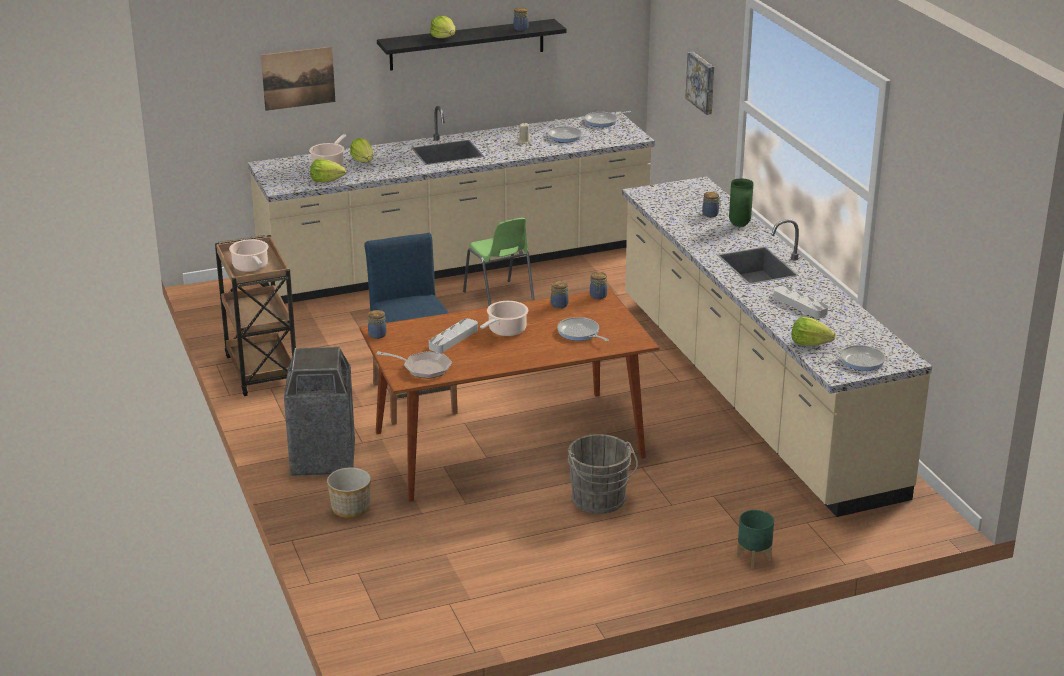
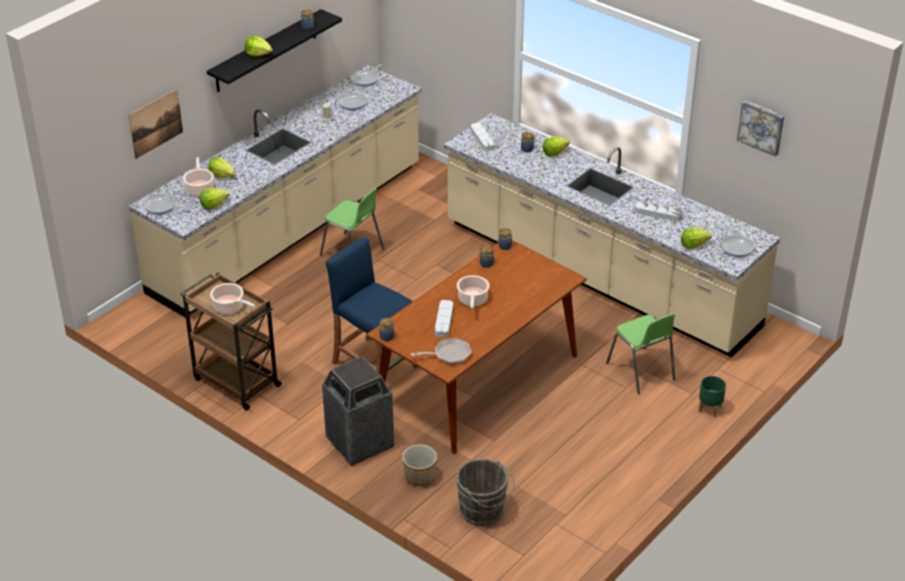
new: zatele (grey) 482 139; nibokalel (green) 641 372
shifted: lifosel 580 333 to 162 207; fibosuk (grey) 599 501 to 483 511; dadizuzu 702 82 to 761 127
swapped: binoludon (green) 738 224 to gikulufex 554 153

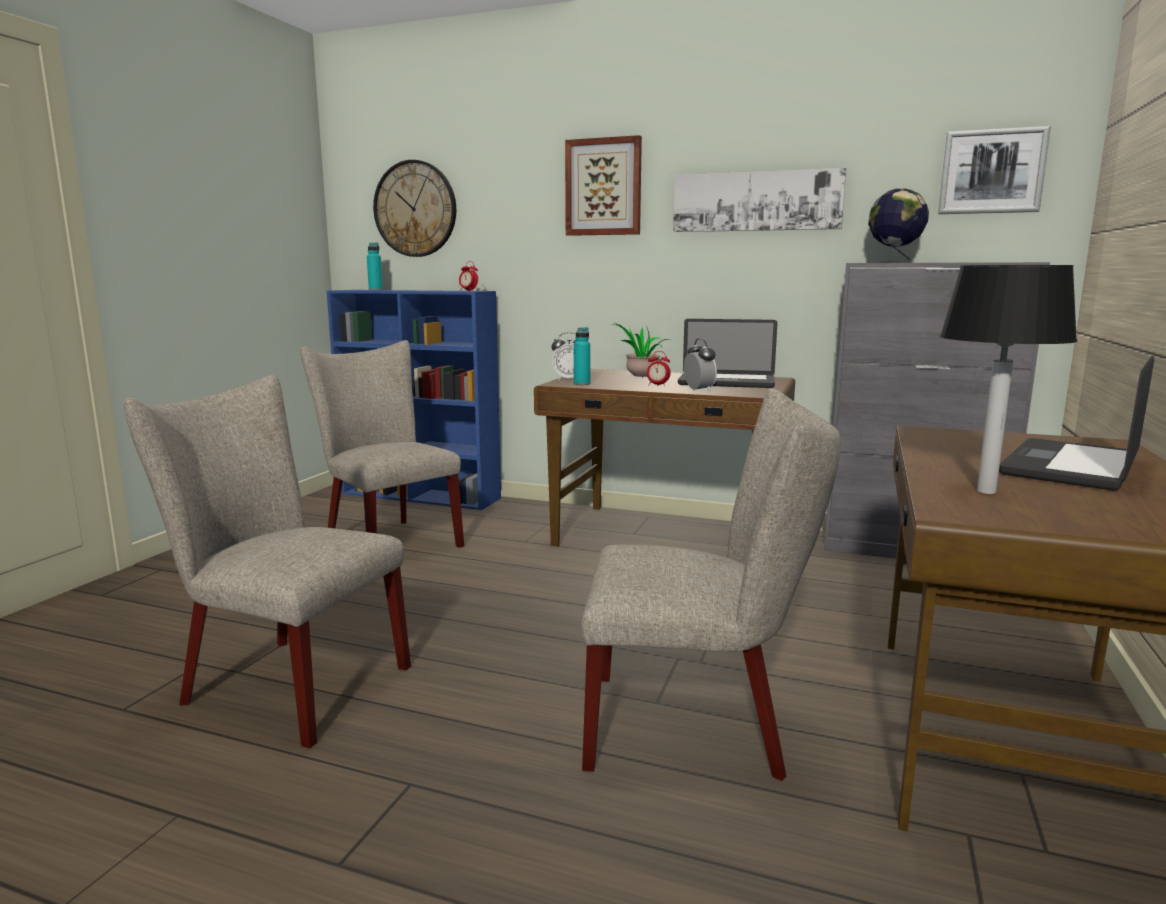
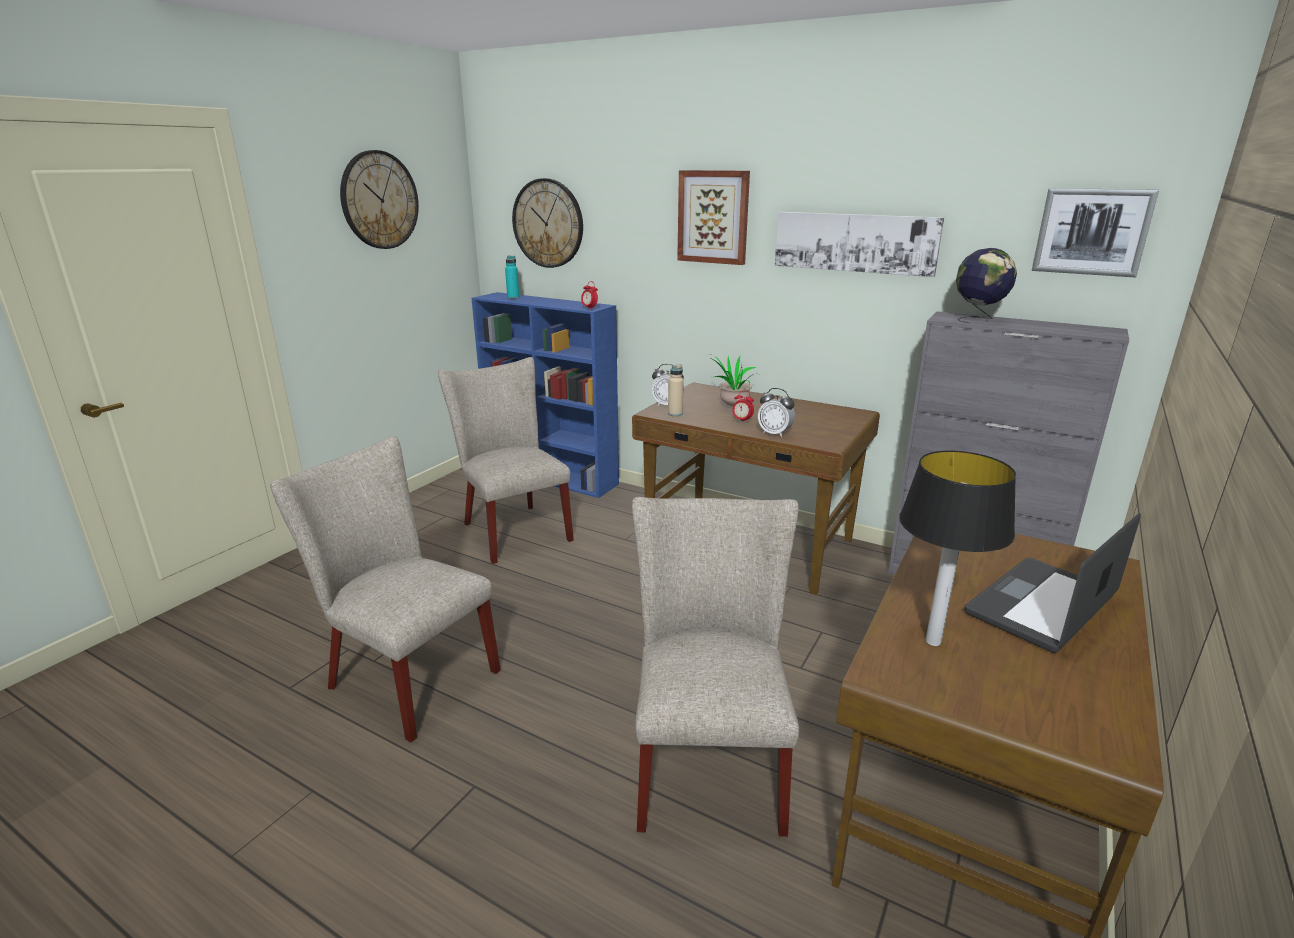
gone: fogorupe 726 382
new: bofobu 379 200
repainted: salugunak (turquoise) 582 384 to salugunak (beige) 675 414
rotated: nibokalel (beige) 698 726 = 707 760 105 degrees counterclockwise; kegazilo 699 390 = 775 433 135 degrees clockwise

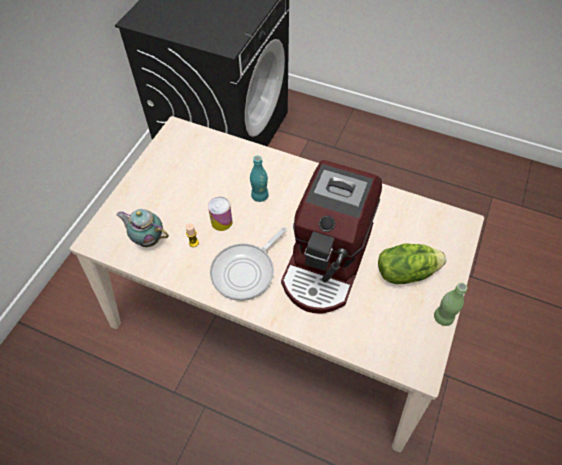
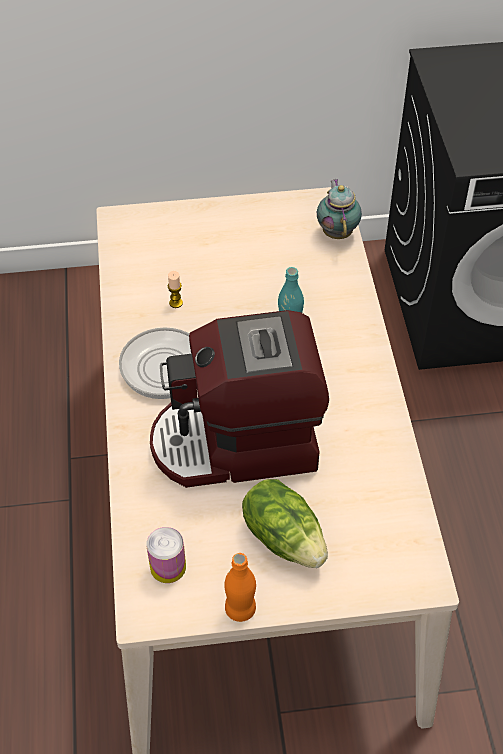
shifted: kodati 148 239 to 337 232; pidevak 221 222 to 168 567
repainted: salugunak (green) 443 317 to salugunak (orange) 240 609

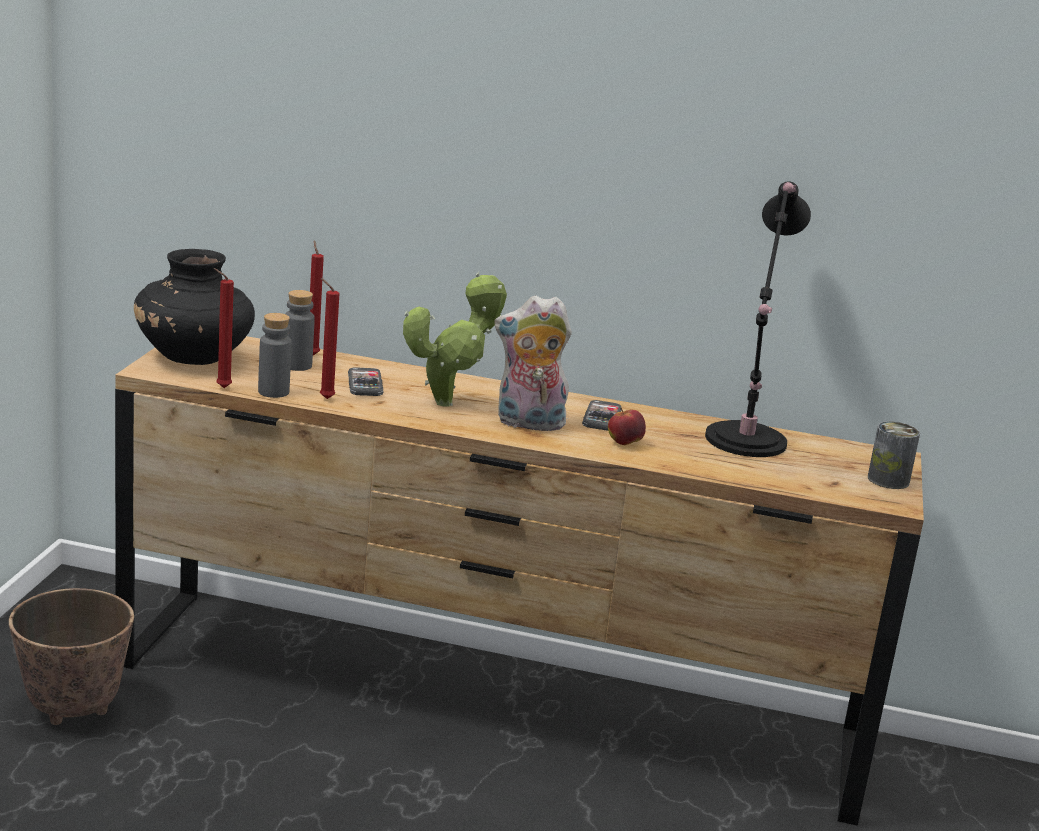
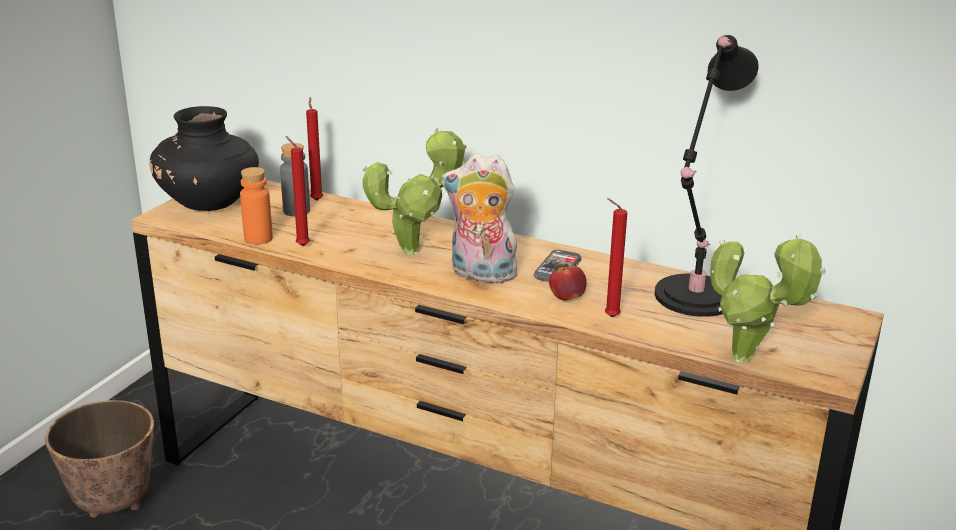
gone: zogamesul 365 384; pidevak 888 480
new: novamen 747 360
shifted: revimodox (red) 221 388 to 609 317
repainted: salugunak (grey) 273 392 to salugunak (orange) 258 238

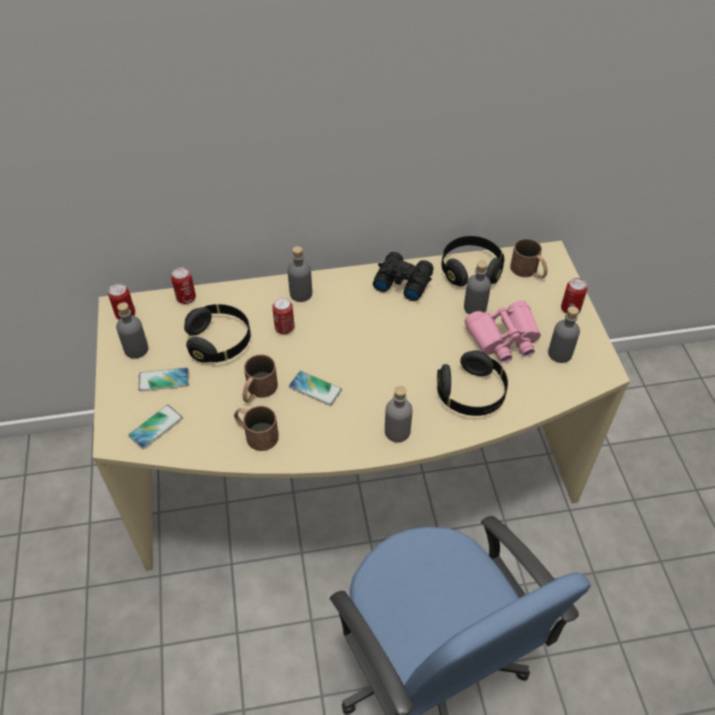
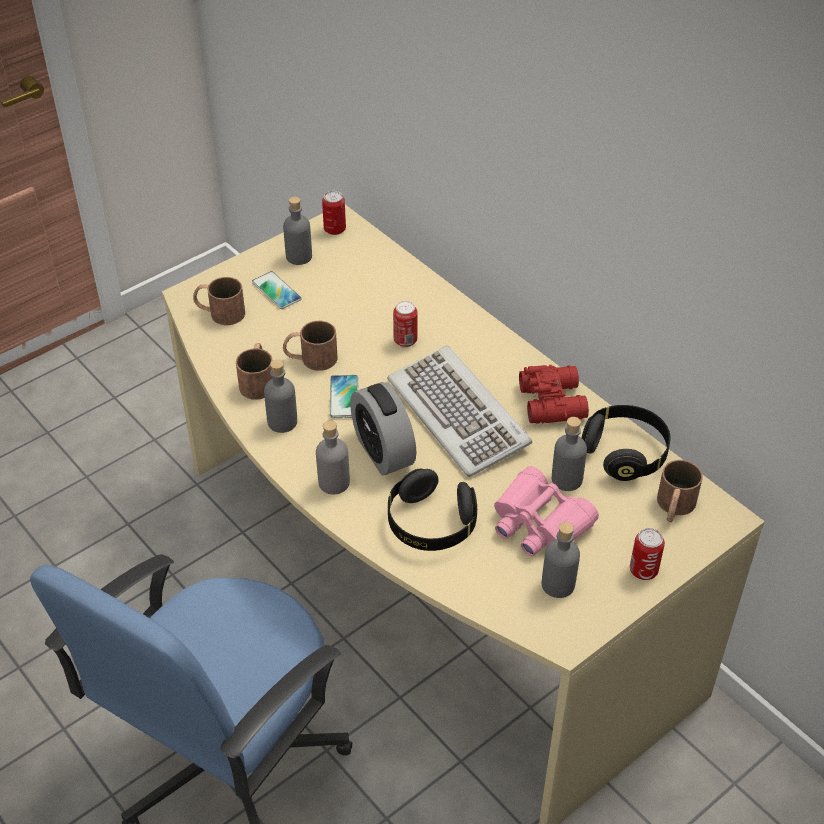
gone: pidevak 186 298; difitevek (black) 219 342
new: kegazilo 383 452; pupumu 459 414
shifted: salugunak (grey) 301 294 to 282 422
swapped: zogamesul 156 427 to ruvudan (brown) 219 312
repainted: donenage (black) 402 281 to donenage (red) 553 401

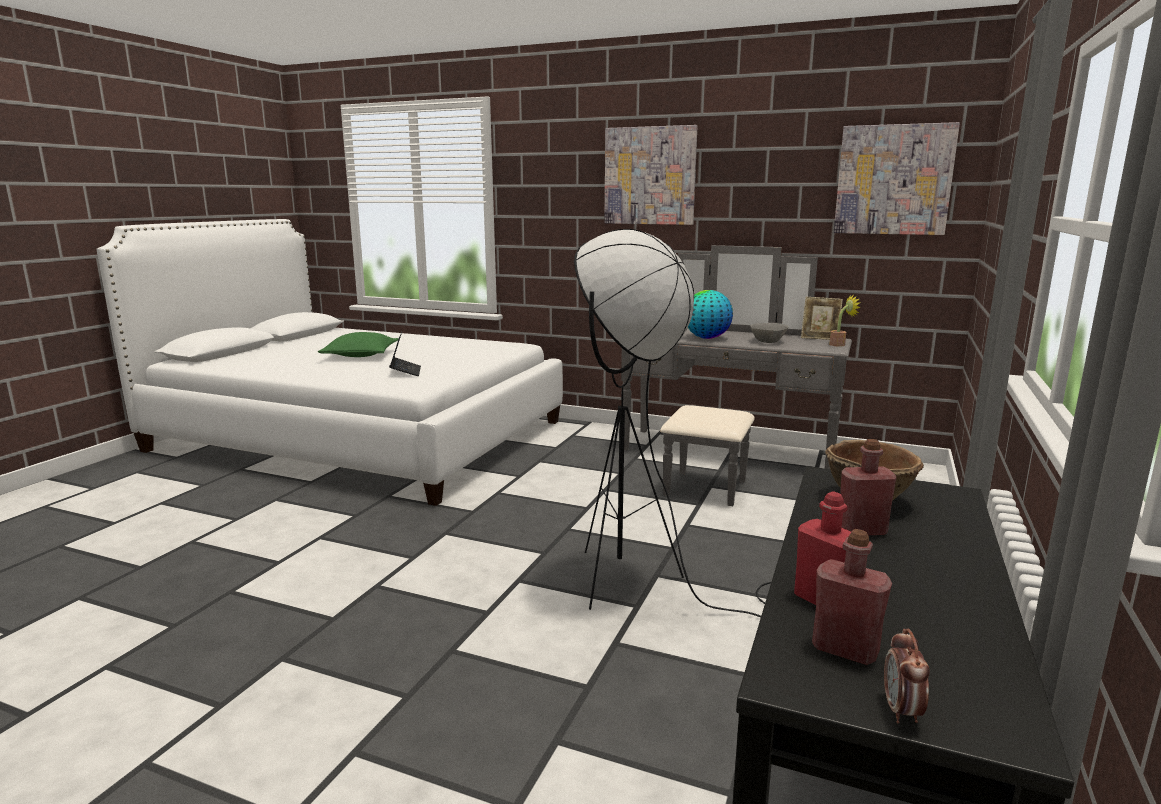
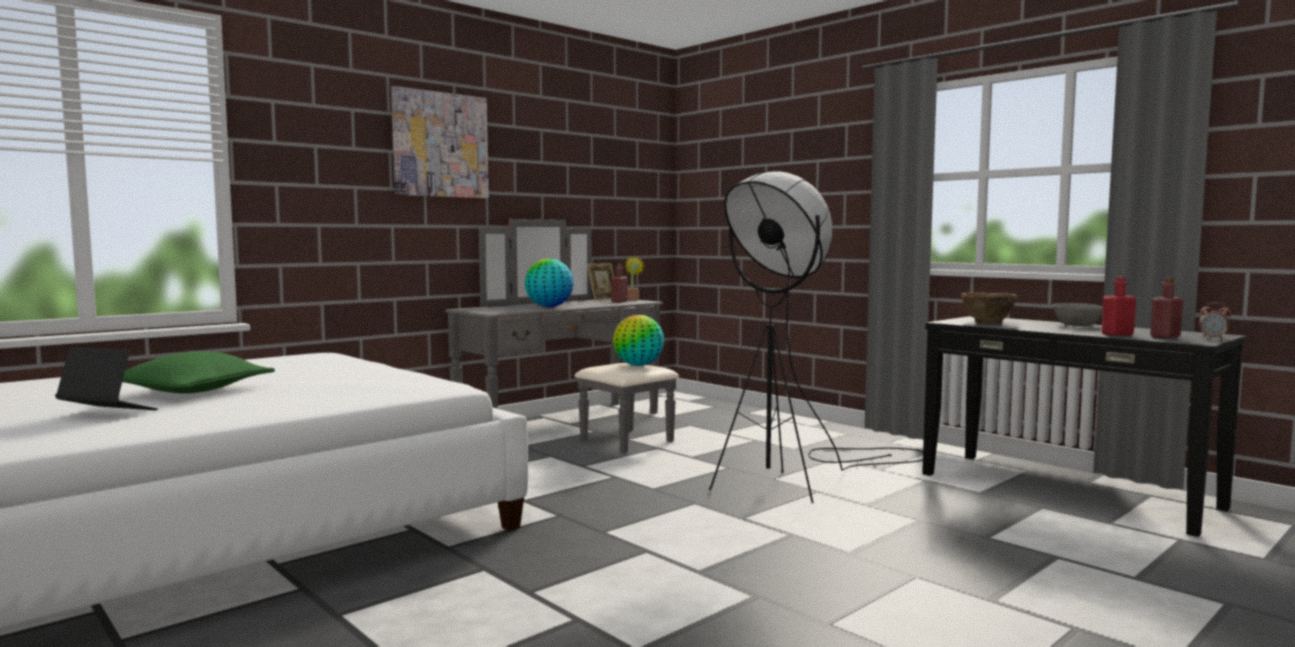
gone: dadizuzu 893 180
new: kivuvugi 638 365
shifted: fogorupe 405 371 to 107 412; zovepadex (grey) 767 341 to 1077 325; salugunak (red) 862 530 to 619 302

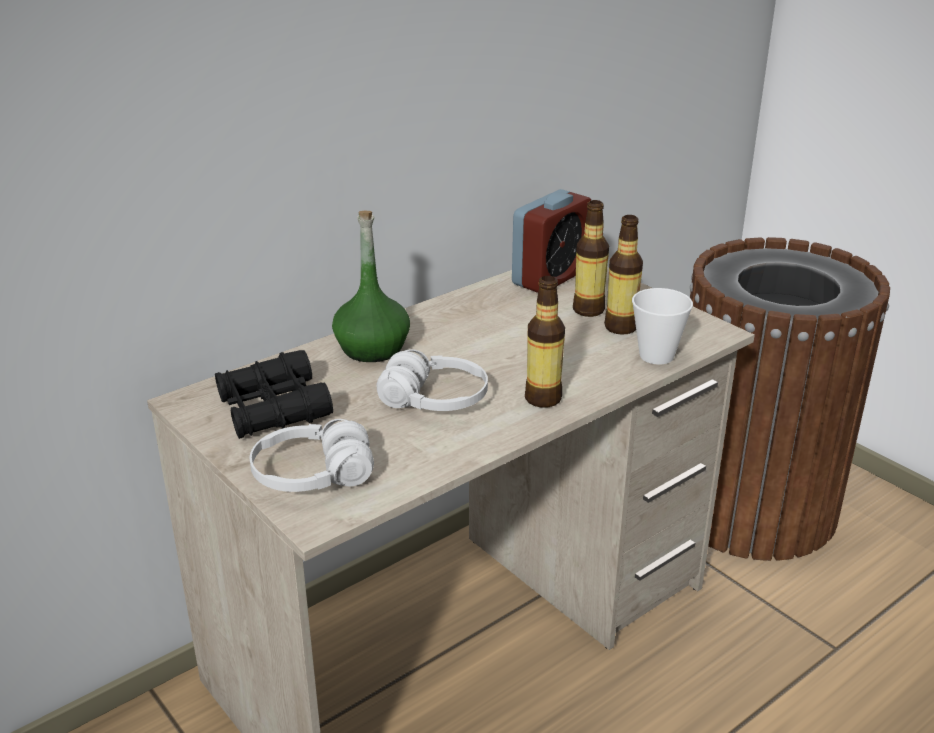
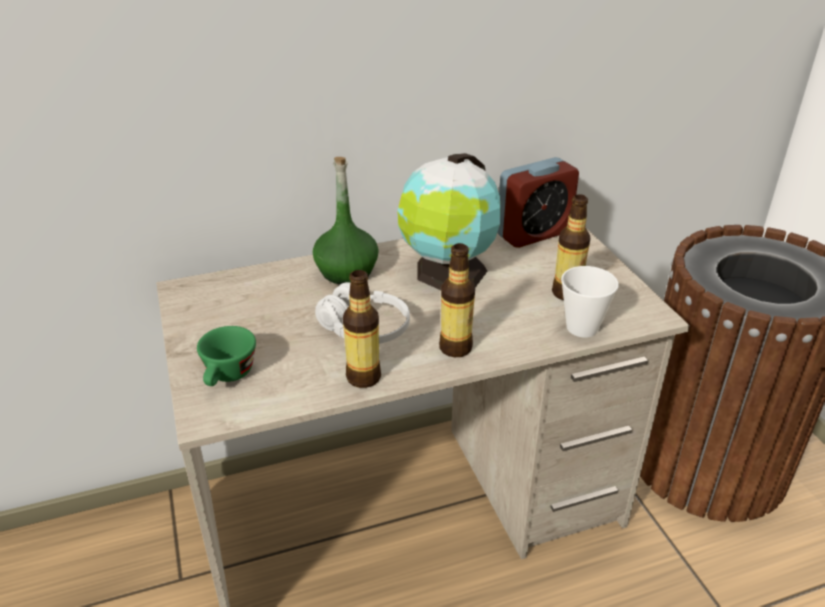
gone: donenage (black) 273 408
new: kivuvugi 448 273
shifted: salugunak 588 310 to 363 377
swapped: difitevek (white) 313 476 to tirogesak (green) 228 376

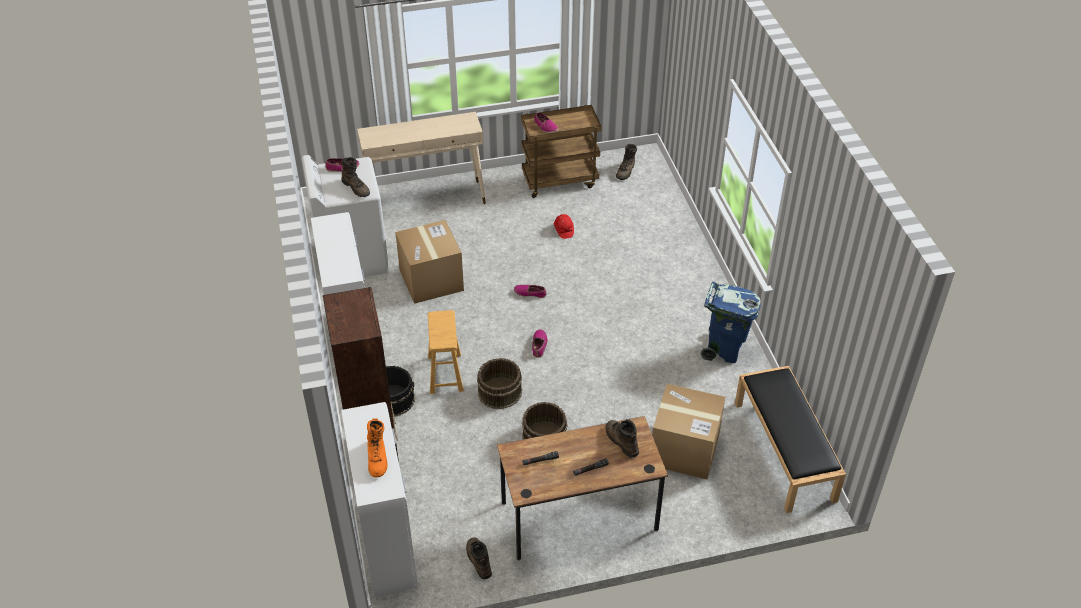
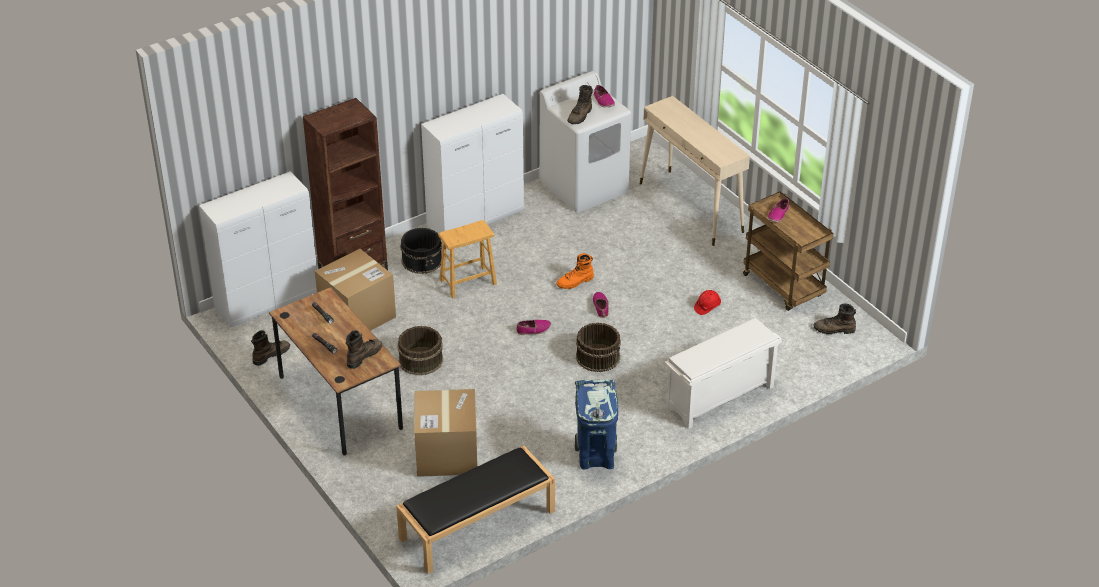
new: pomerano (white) 719 398
shifted: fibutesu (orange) 377 458 to 575 282; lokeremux 431 280 to 357 315; fibosuk (brown) 499 392 to 598 357

